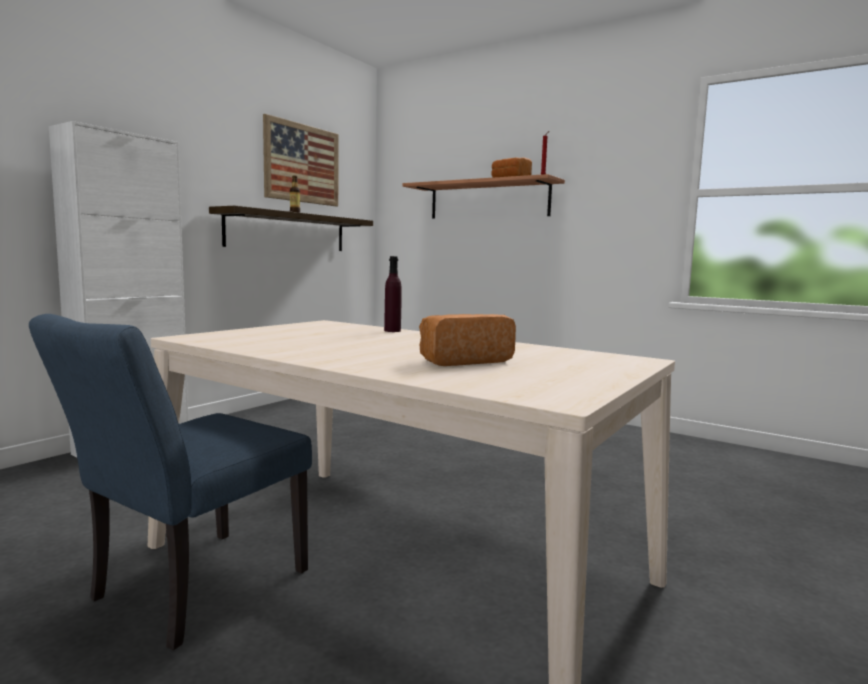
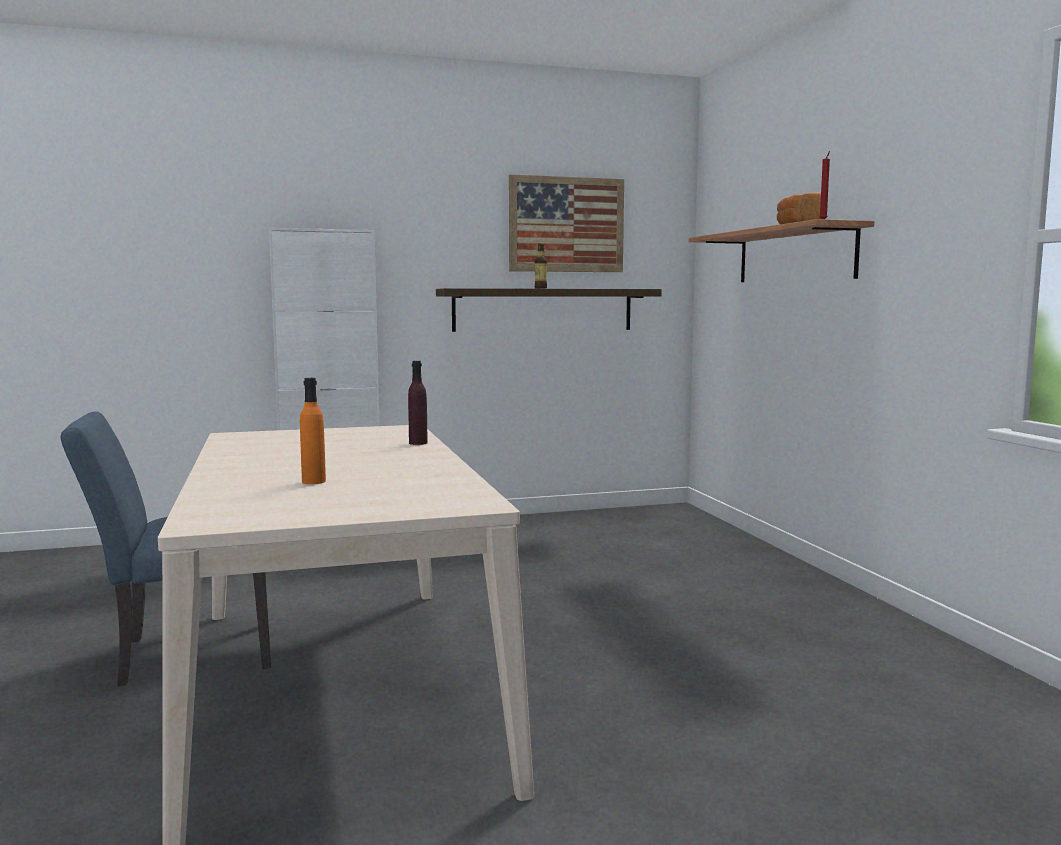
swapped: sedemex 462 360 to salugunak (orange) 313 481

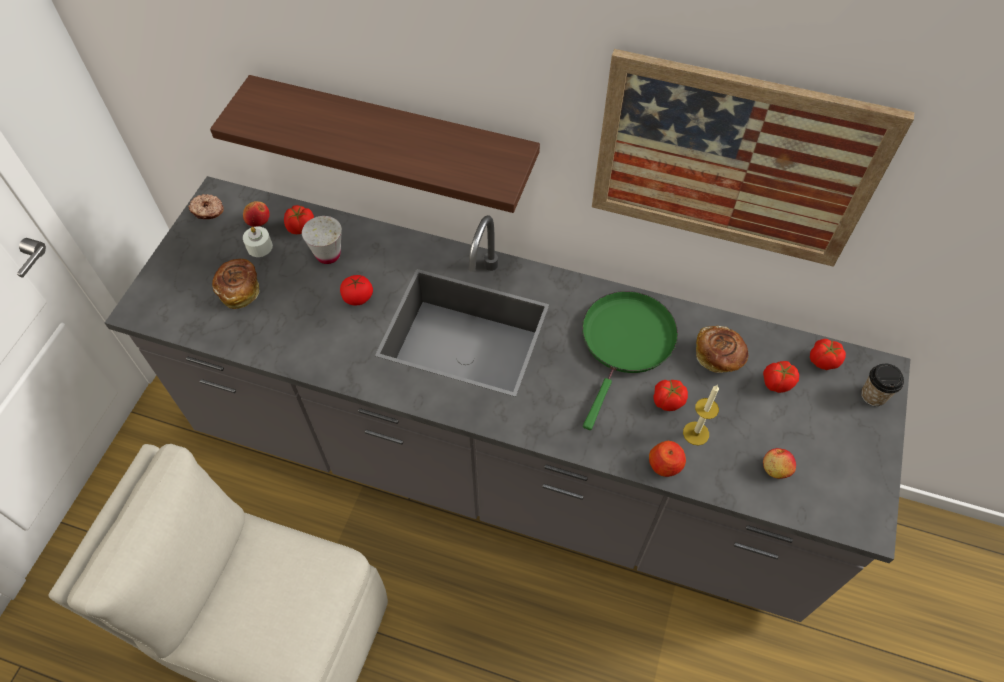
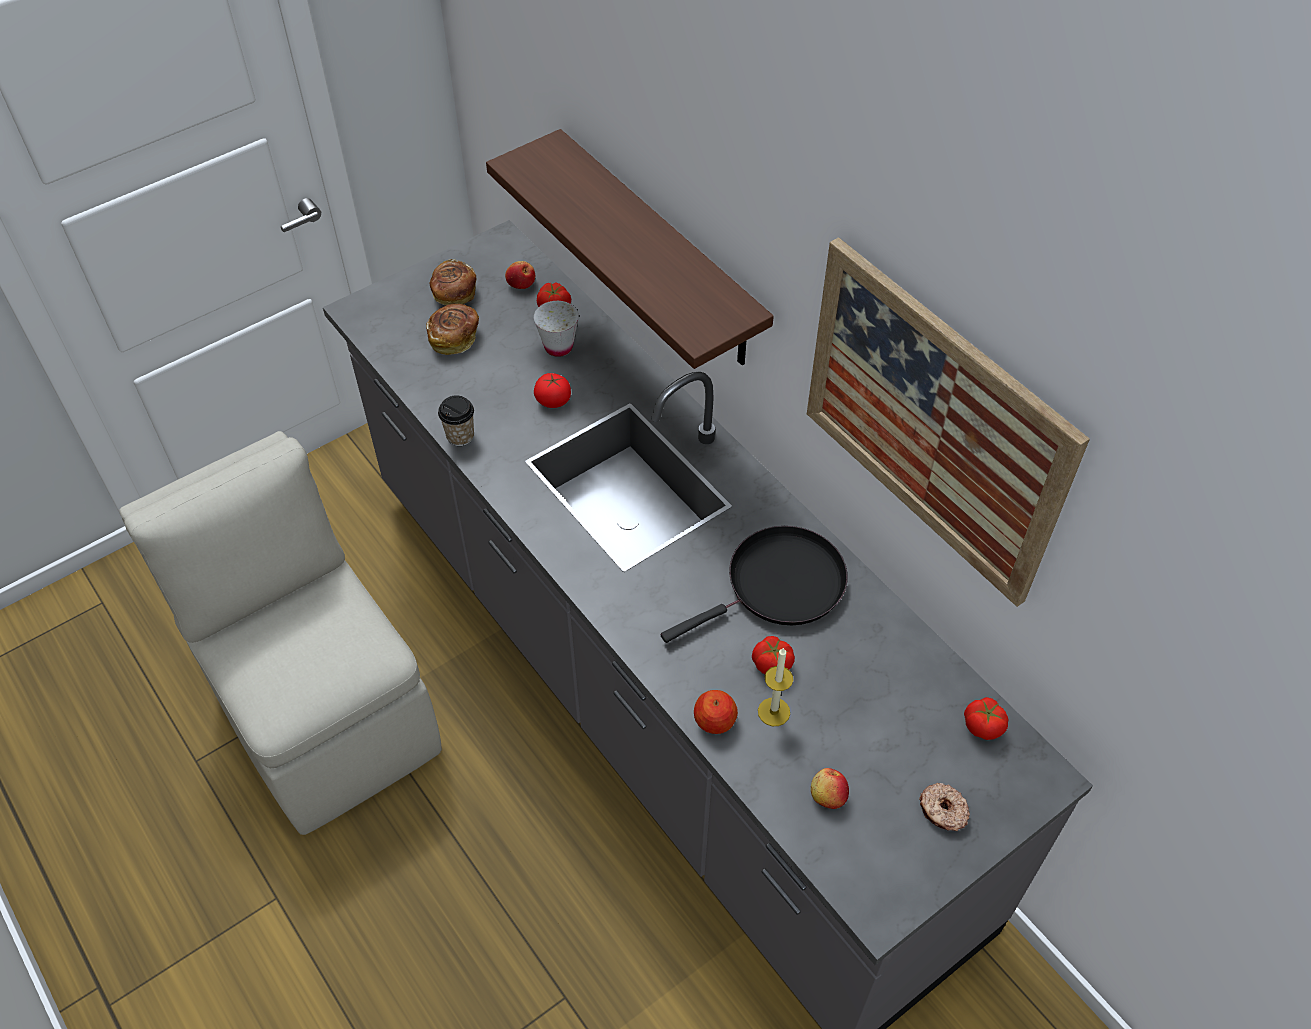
gone: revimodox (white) 259 247; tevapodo 776 383
shifted: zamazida 208 211 to 942 811; sedemex 718 357 to 454 294; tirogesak 873 395 to 460 436
repainted: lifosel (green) 626 342 to lifosel (black) 779 585

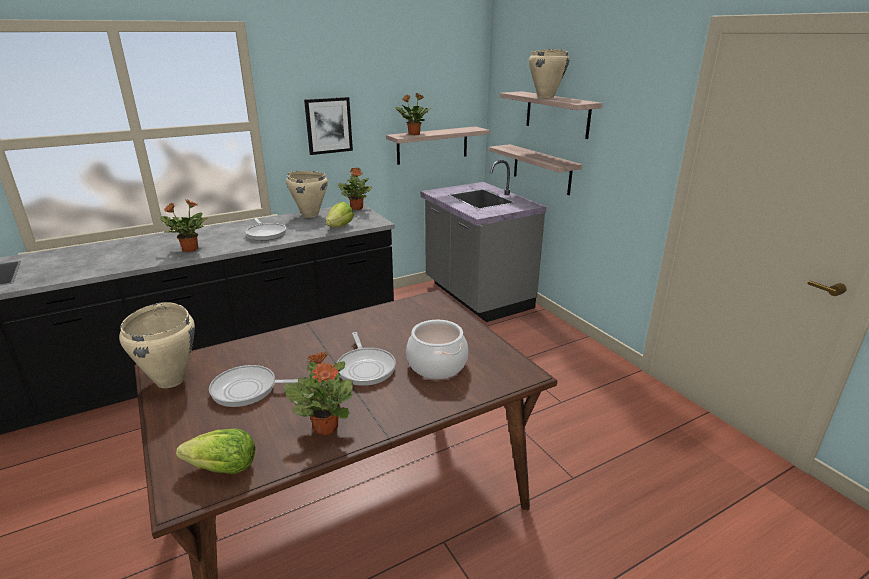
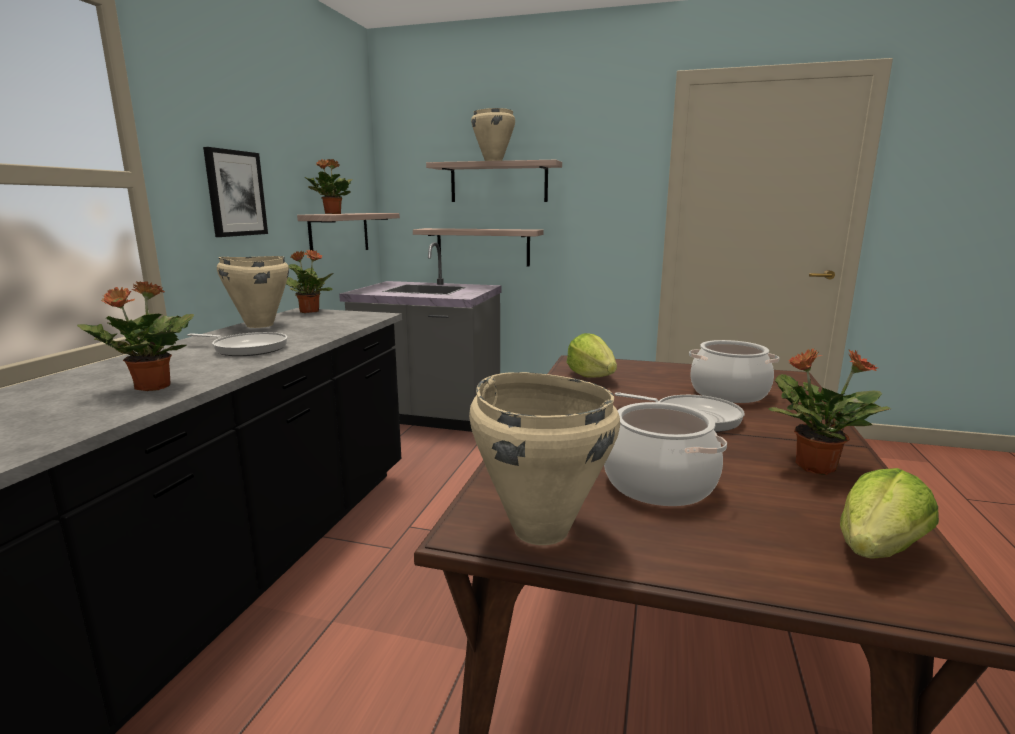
shifted: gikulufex 340 226 to 592 376
swapped: lifosel 248 390 to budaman 659 484

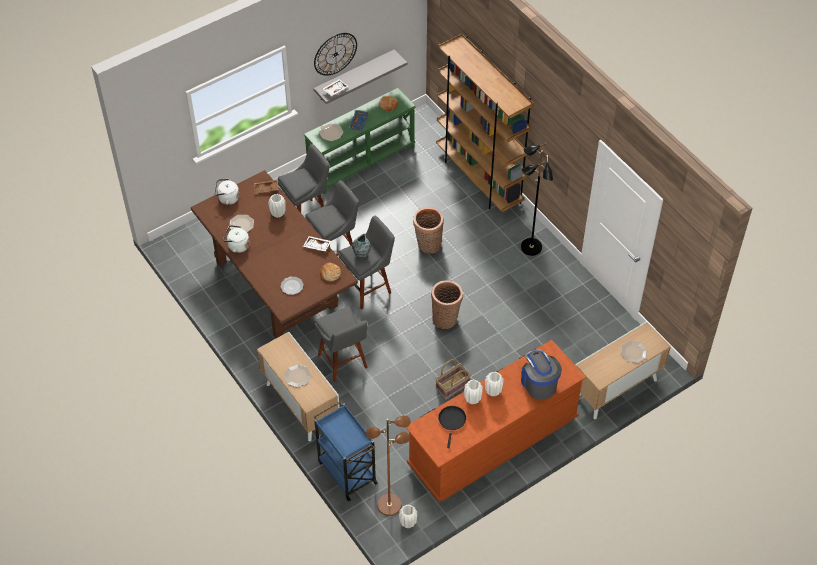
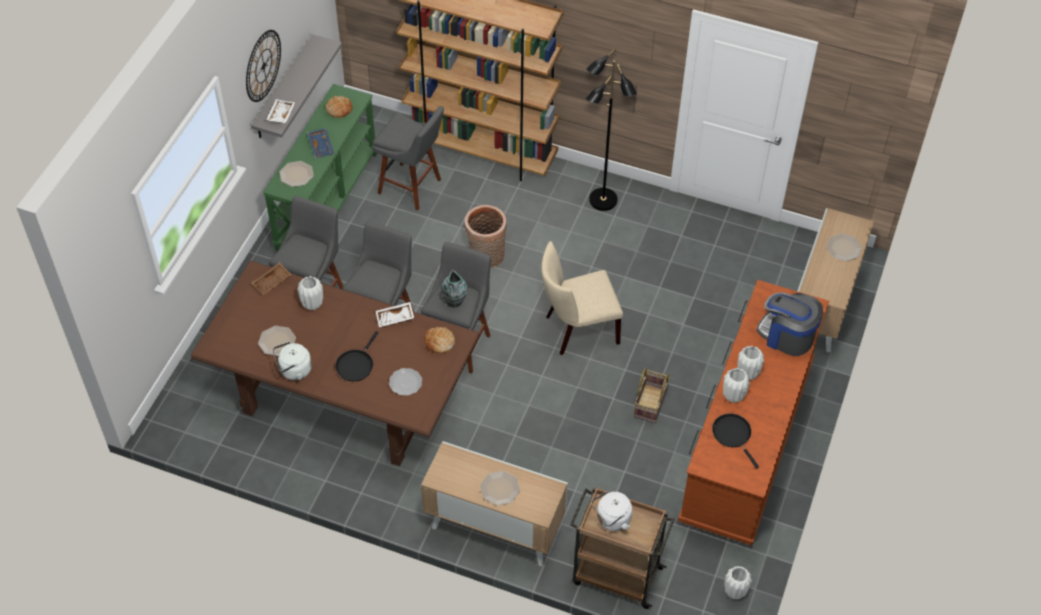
gone: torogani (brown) 389 504
new: lifosel (black) 356 365
shifted: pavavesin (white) 227 198 to 611 520; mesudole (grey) 343 363 to 412 188
swapped: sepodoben 446 318 to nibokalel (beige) 577 330
repainted: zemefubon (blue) 346 471 to zemefubon (brown) 615 575

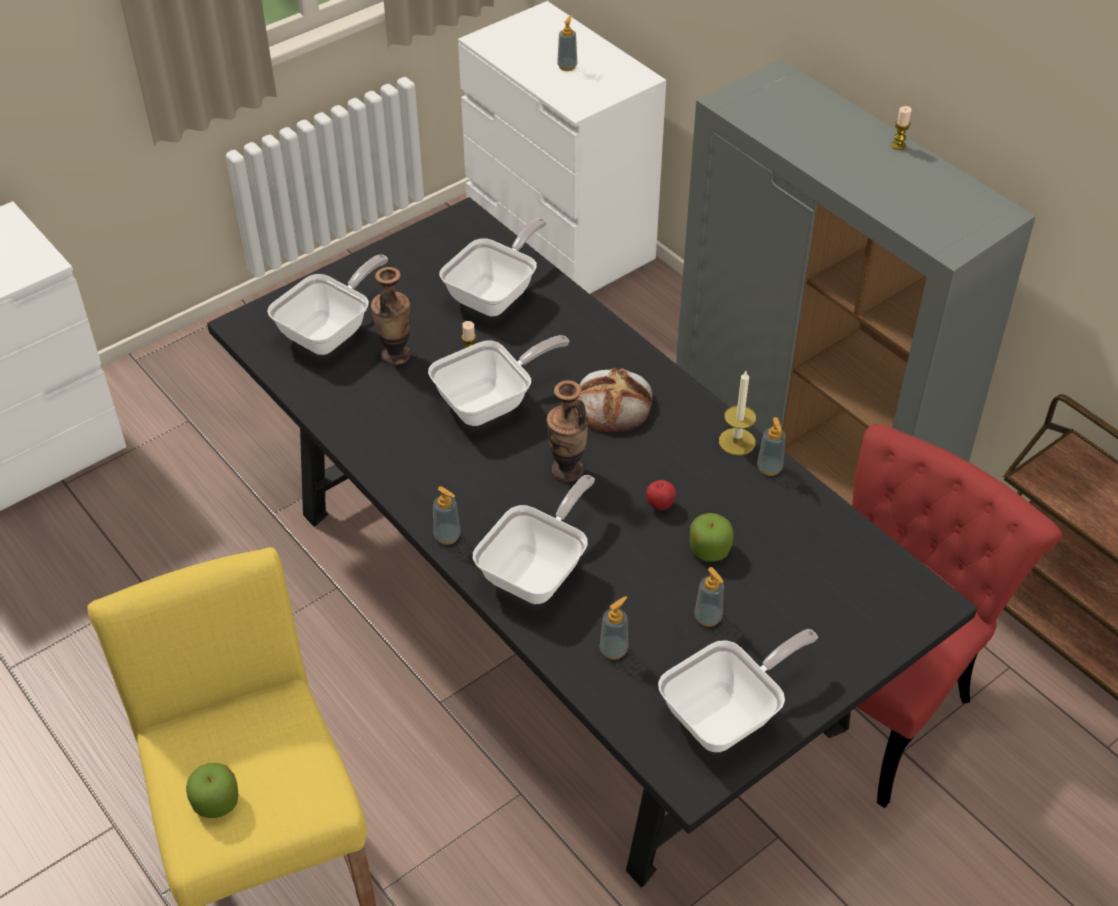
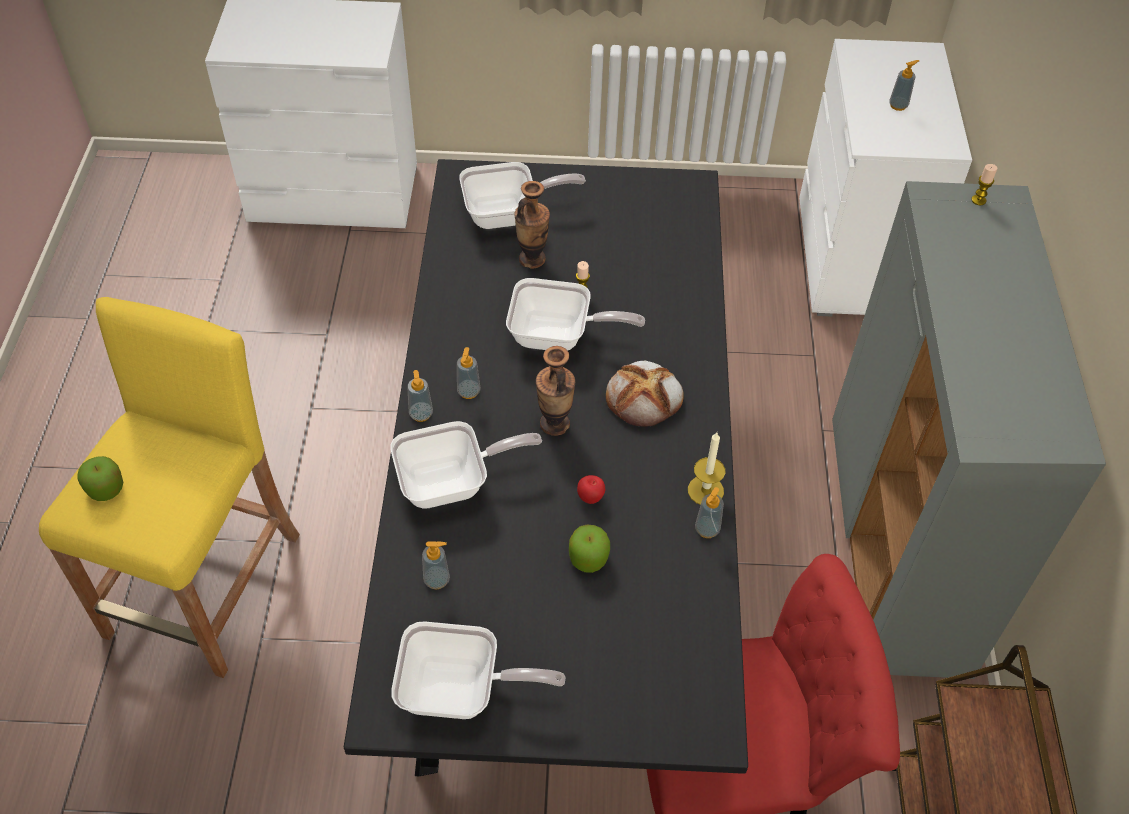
gone: lifosel 496 294
shifted: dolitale 708 617 to 468 391; revimodox 898 145 to 978 200

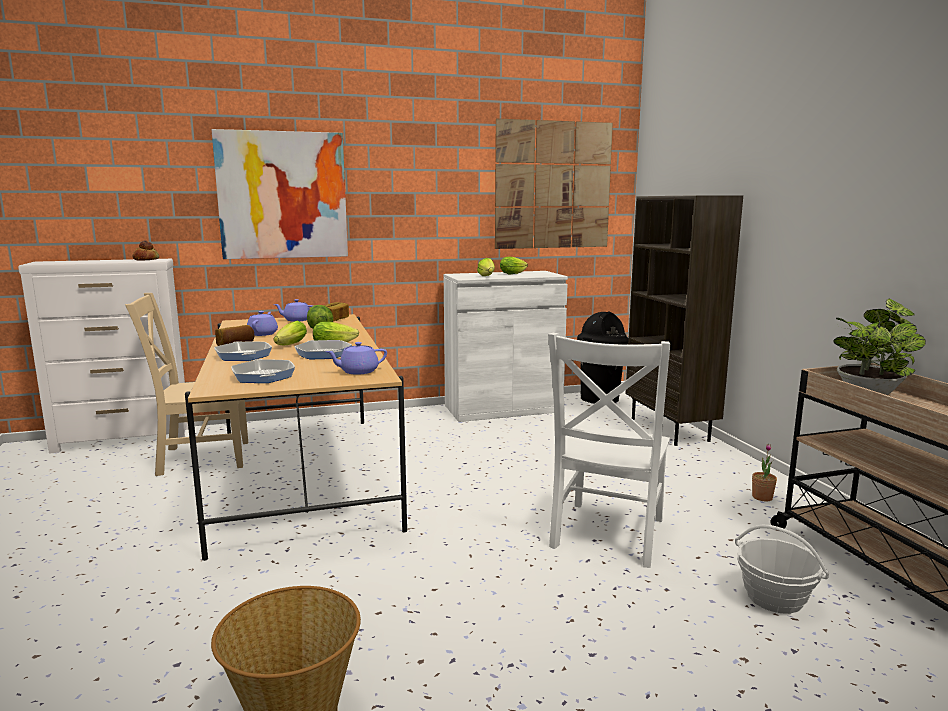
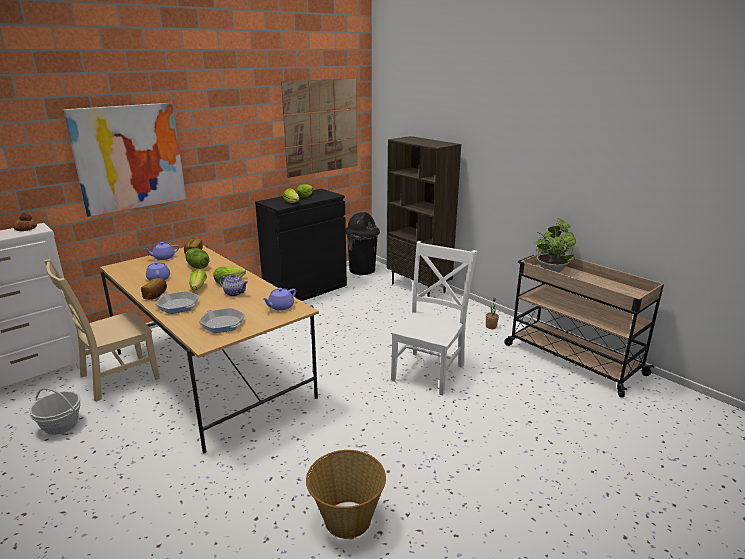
shifted: sepodoben 775 598 to 61 425
swapped: lifosel 323 354 to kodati 235 293
repainted: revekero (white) 503 408 to revekero (black) 305 290
rotated: nibokalel (white) 606 535 = 429 371 150 degrees counterclockwise

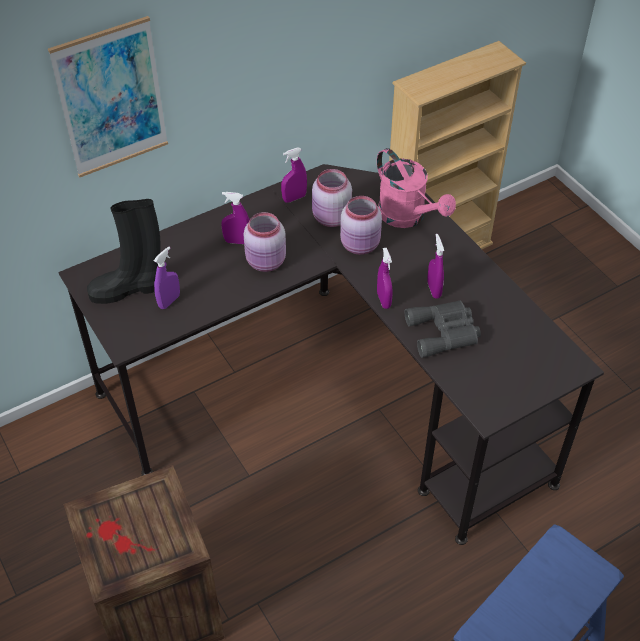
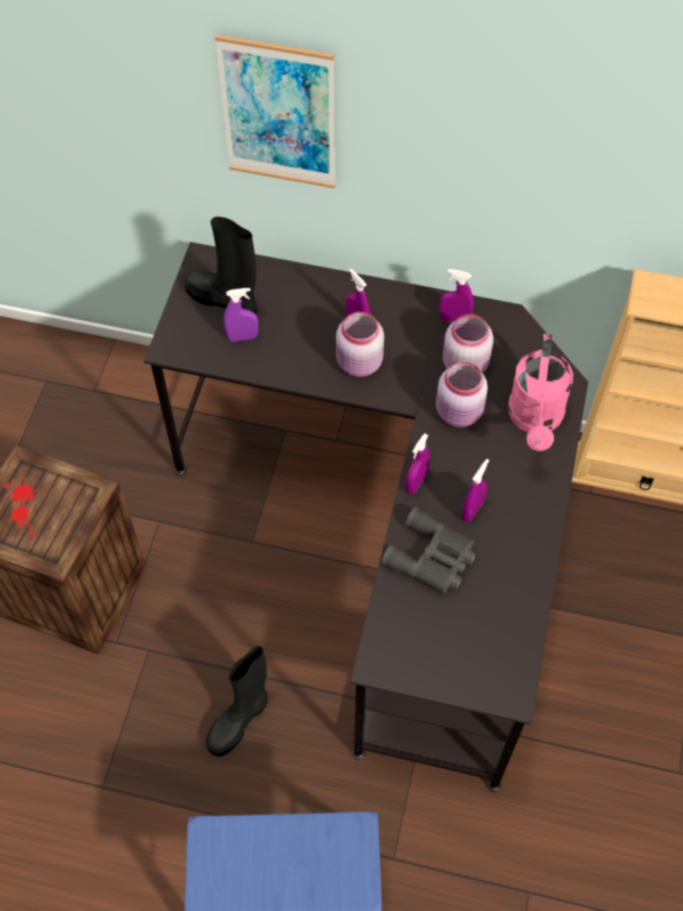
new: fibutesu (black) 239 720

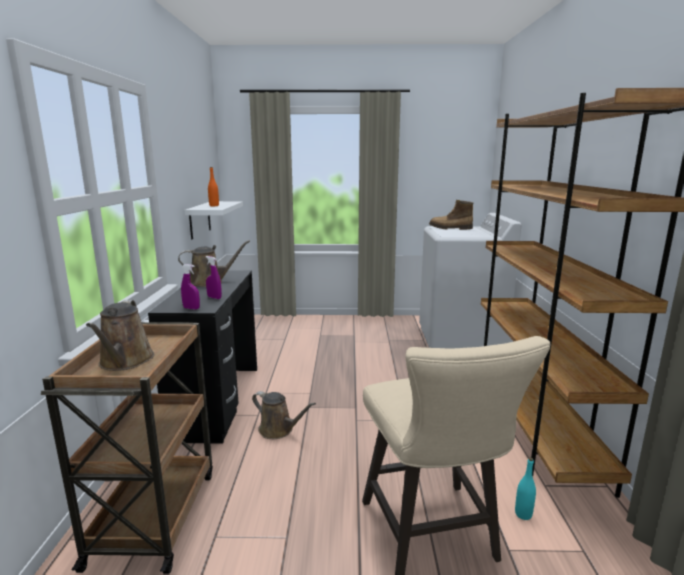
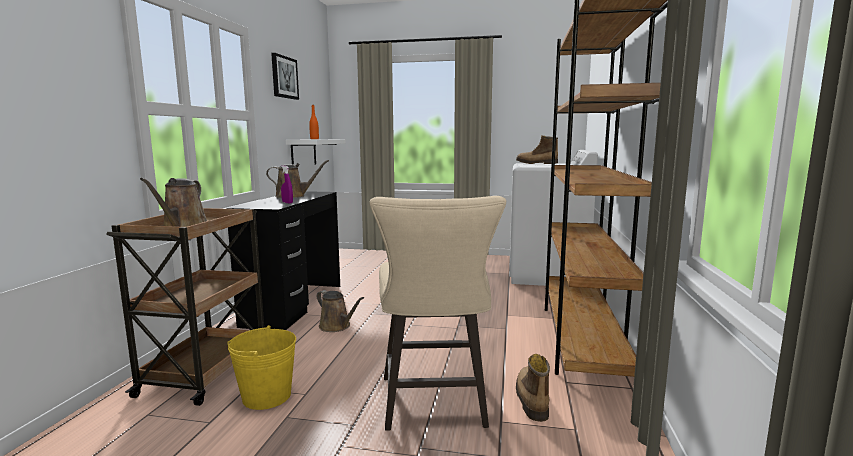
gone: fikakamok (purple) 191 308
new: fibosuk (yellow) 266 396; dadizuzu 284 77
swapped: salugunak (turquoise) 523 514 to fibutesu 531 399

